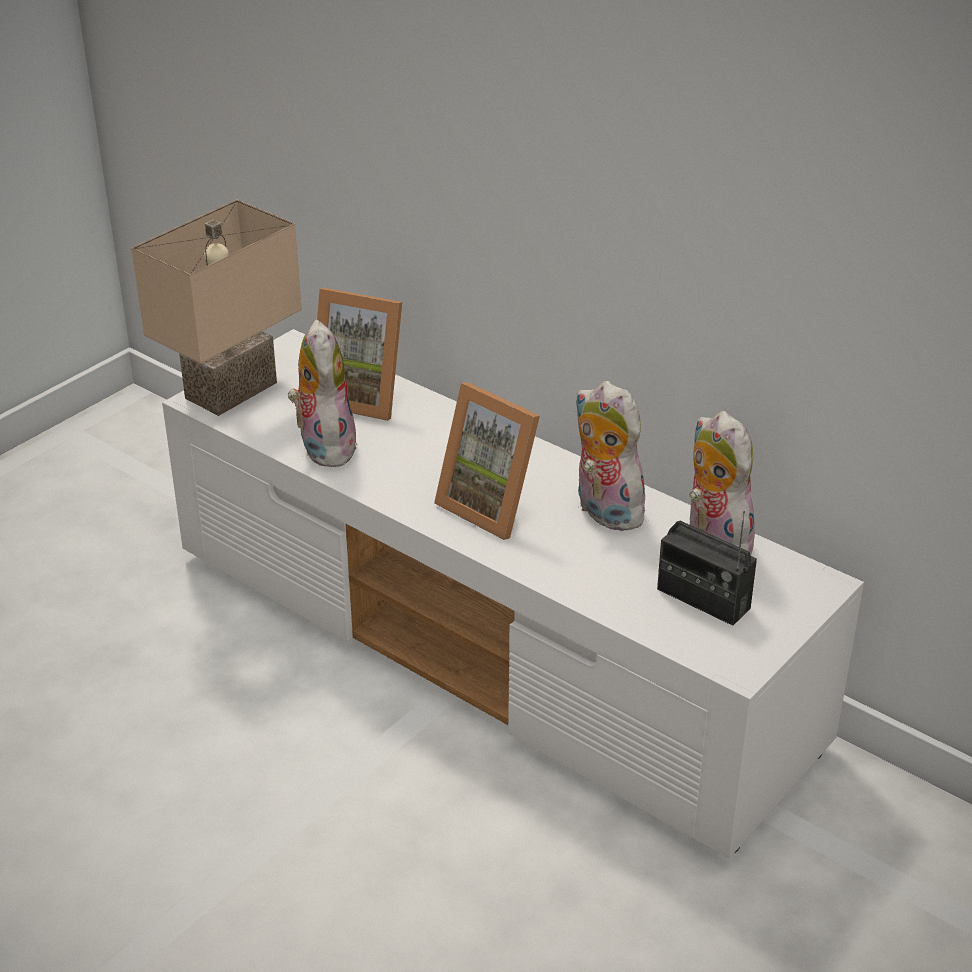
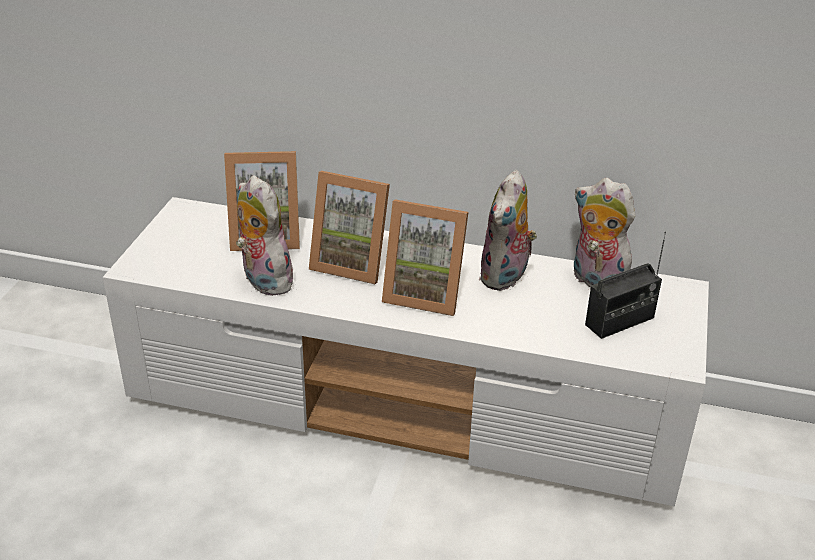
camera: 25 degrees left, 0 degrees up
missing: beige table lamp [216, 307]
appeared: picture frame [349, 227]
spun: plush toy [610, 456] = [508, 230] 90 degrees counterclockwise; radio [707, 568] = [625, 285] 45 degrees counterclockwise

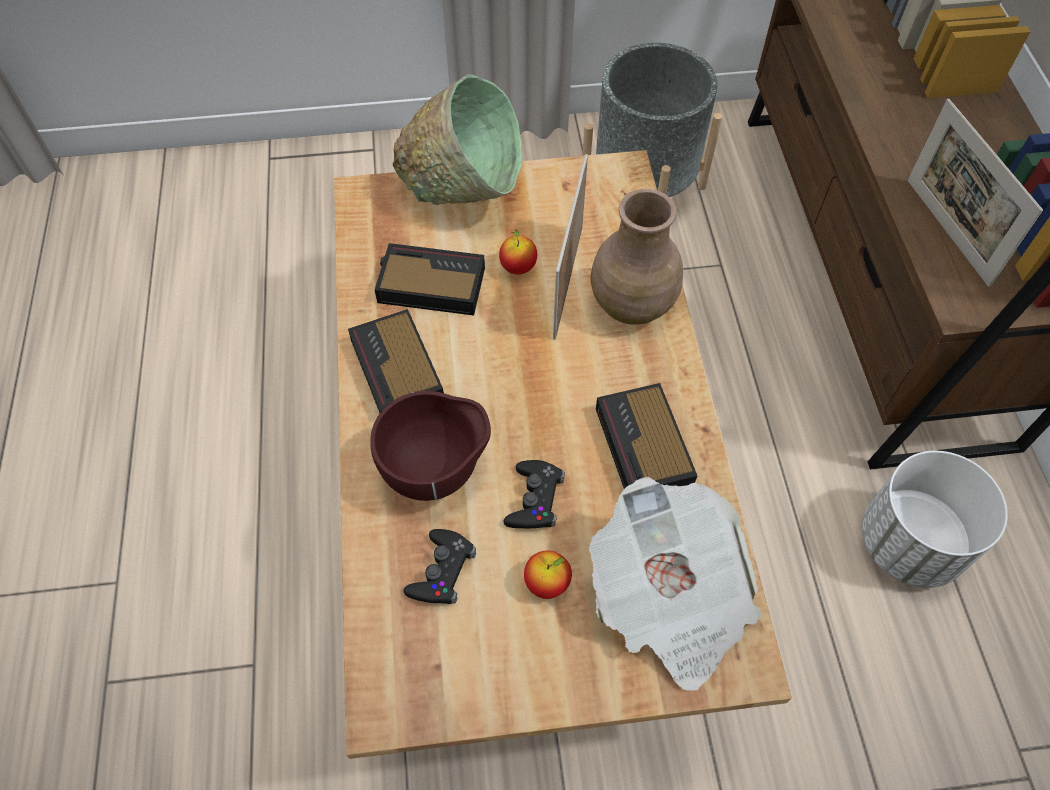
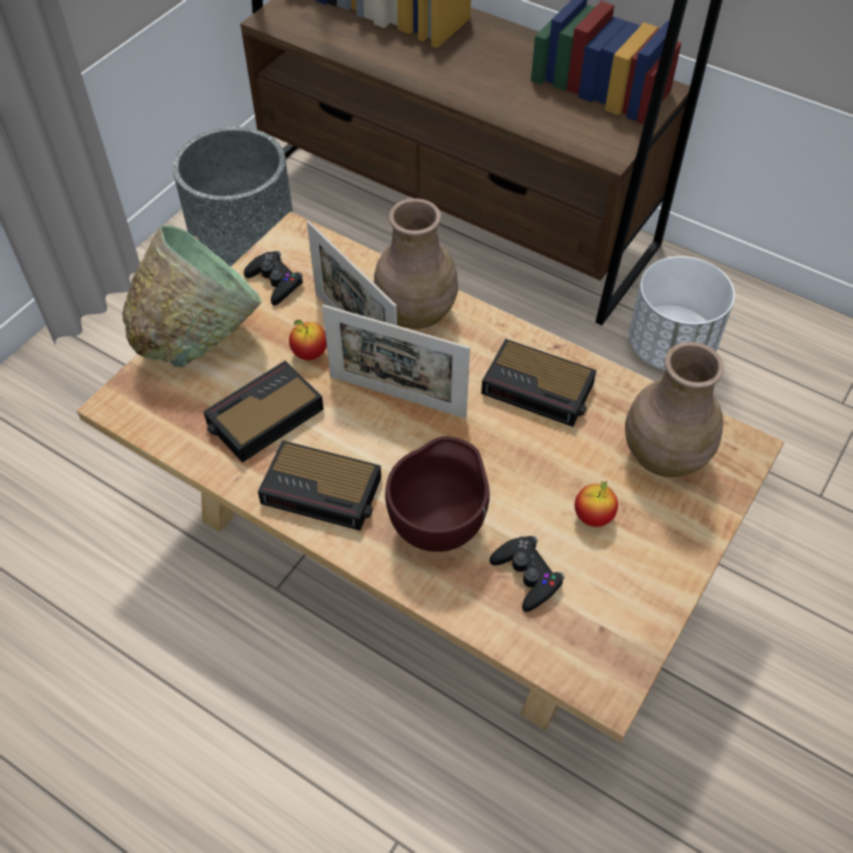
camera: 50 degrees left, 5 degrees down
relocated: black game controller [534, 494] to [273, 278]; picture frame [975, 193] to [396, 361]
exchanged: newspaper [675, 584] to brown vase [674, 409]

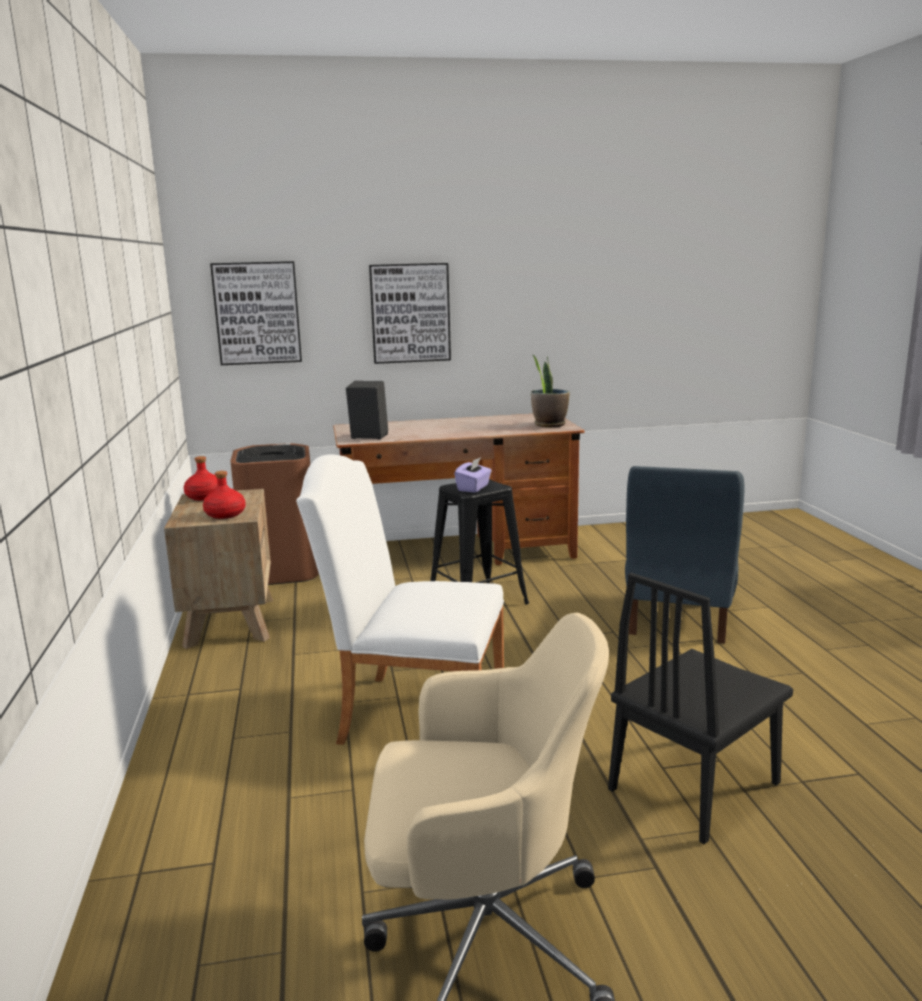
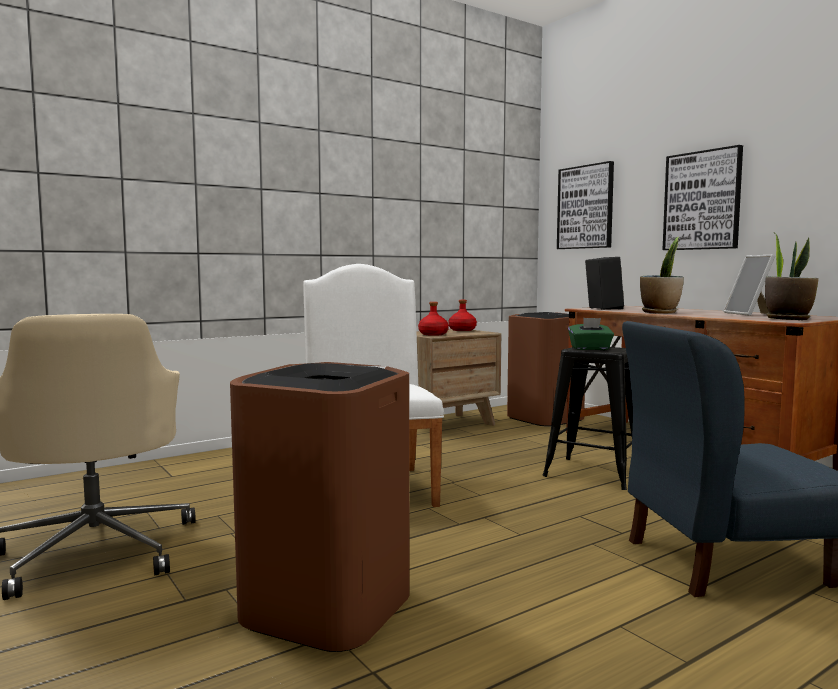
camera: 65 degrees right, 10 degrees down
appeared: potted plant [662, 275]; picture frame [749, 285]
exchanged: black chair [700, 708] to brown trash can [320, 507]
colour: purple tissue box [473, 474] to green tissue box [591, 334]

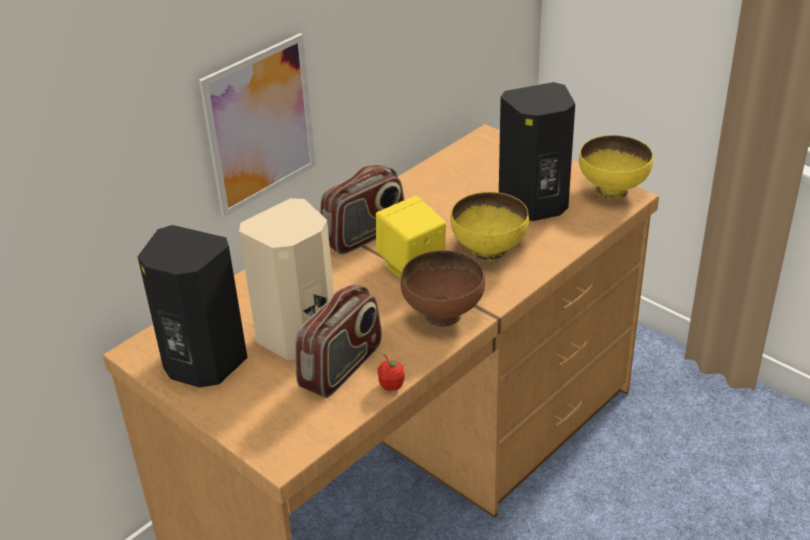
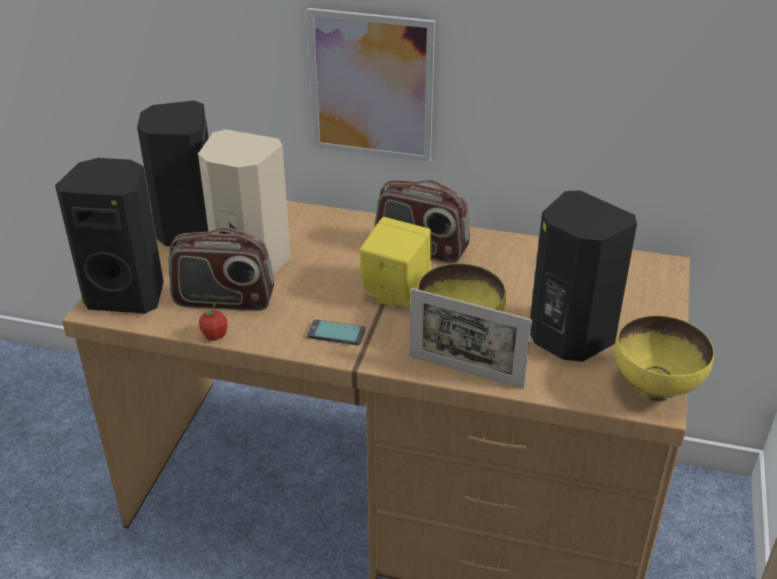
camera: 60 degrees right, 0 degrees up
appeared: black speaker [109, 236]; picture frame [471, 338]
exchanged: brown bowl [442, 288] to phone [336, 332]

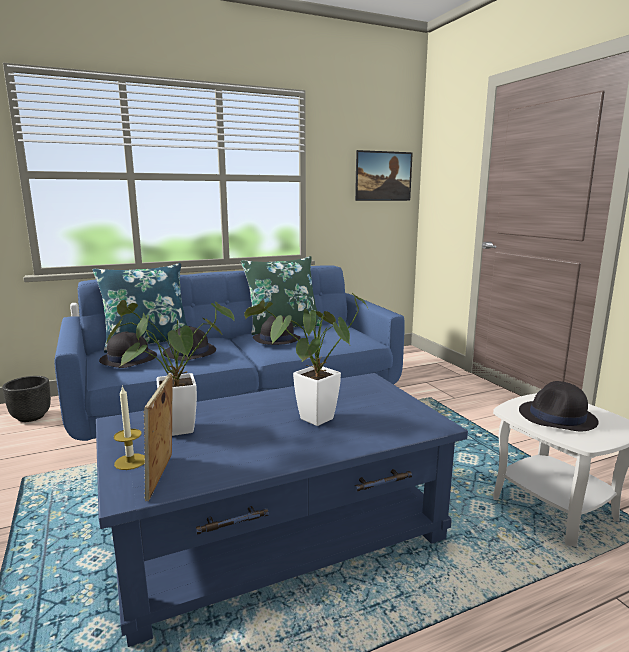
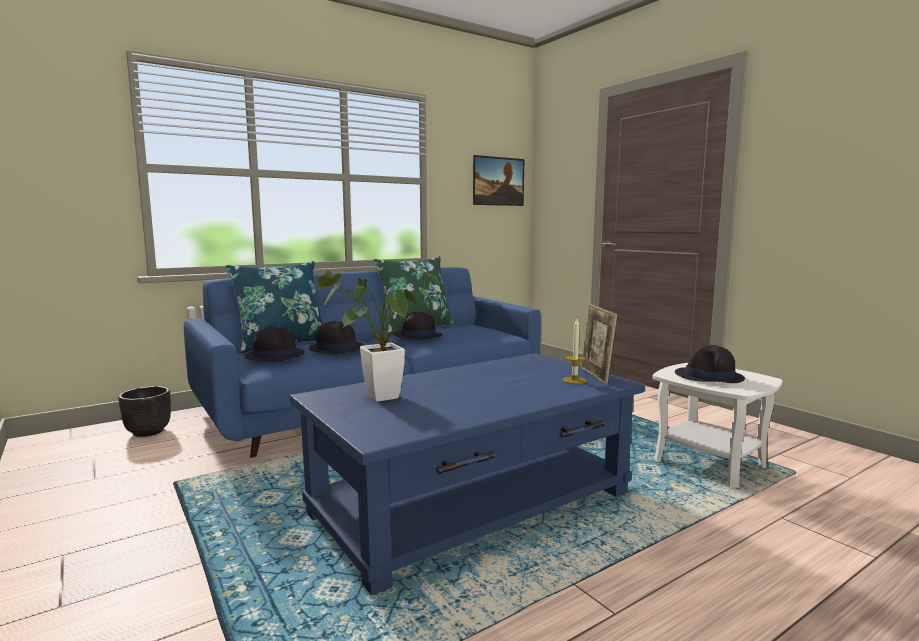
camera: 10 degrees left, 5 degrees down
missing: potted plant [306, 359]
relocated: candle [129, 427] to [575, 351]; picture frame [158, 437] to [599, 344]

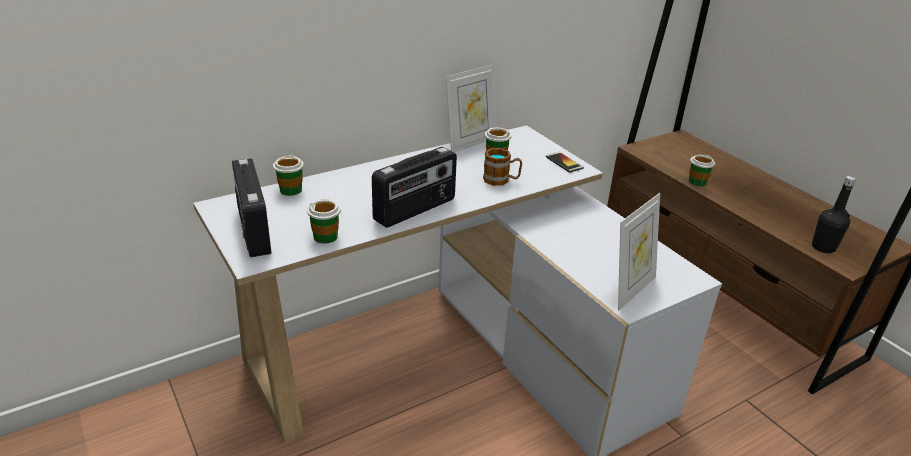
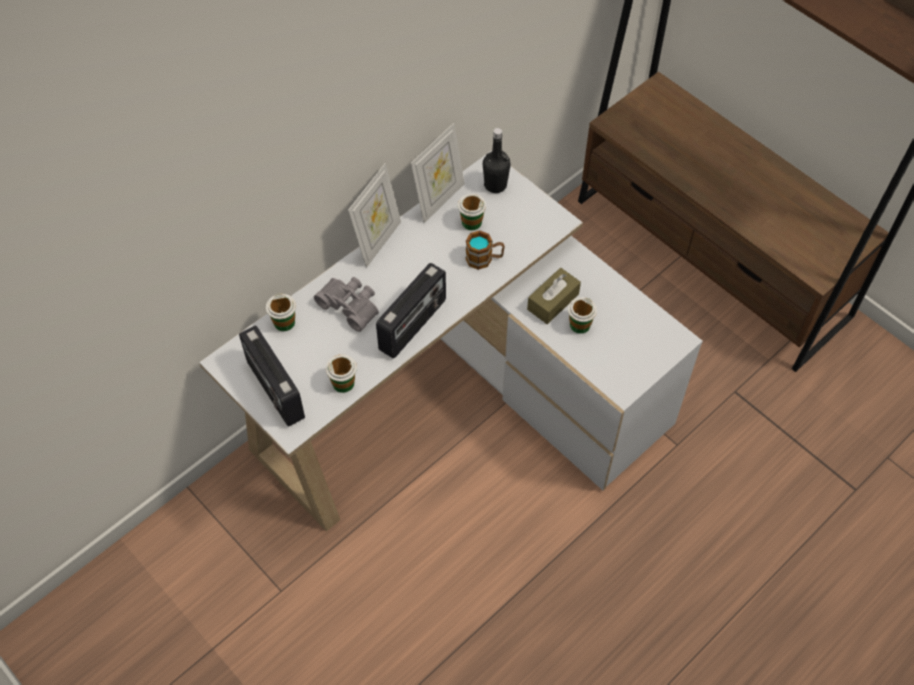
camera: 10 degrees left, 25 degrees up
missing: phone [565, 162]
appeared: grey binoculars [346, 304]; brown tissue box [554, 296]
relocated: picture frame [639, 252] to [374, 215]; black bottle [834, 214] to [497, 160]; cup [702, 170] to [582, 315]

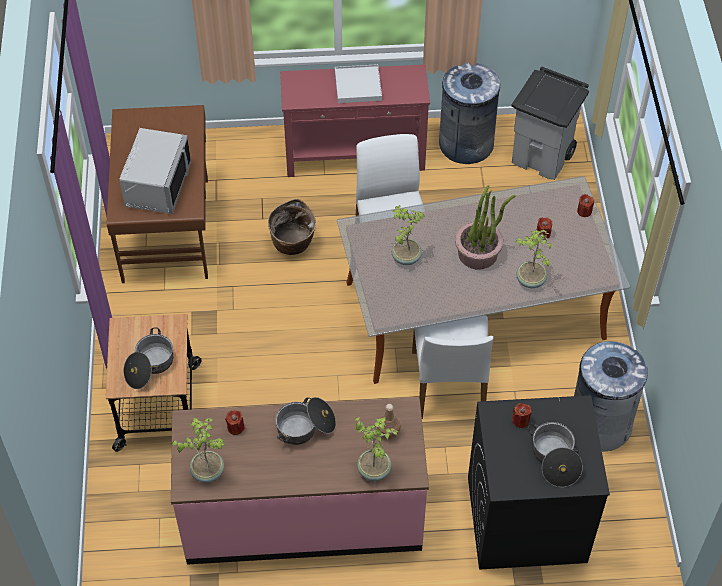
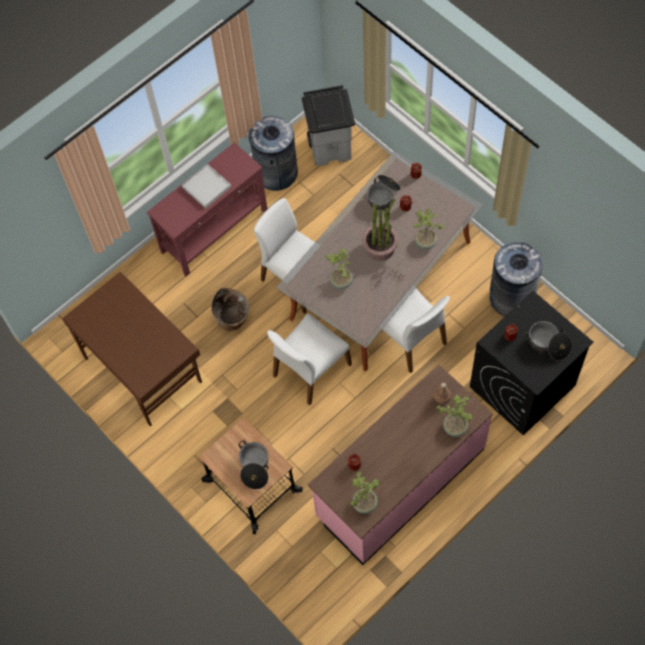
camera: 35 degrees left, 10 degrees up
missing: grey microwave [155, 171]
appeared: white chair [309, 359]
relocated: cooking pot [305, 421] to [383, 192]

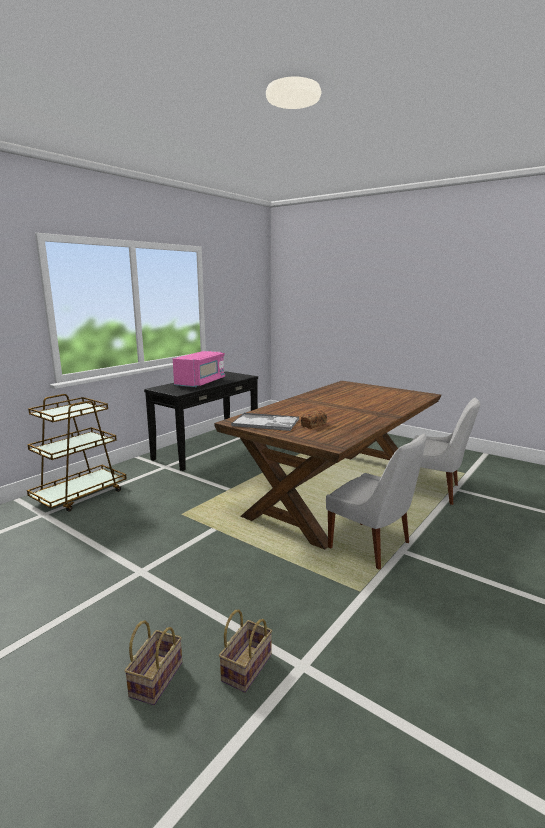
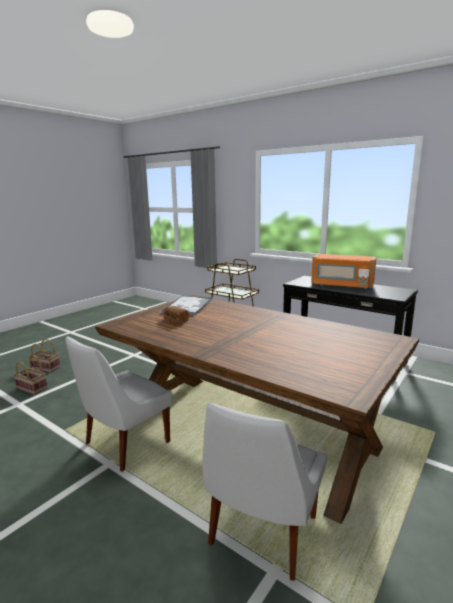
camera: 90 degrees right, 0 degrees up
colour: pink microwave [199, 369] to orange microwave [343, 271]

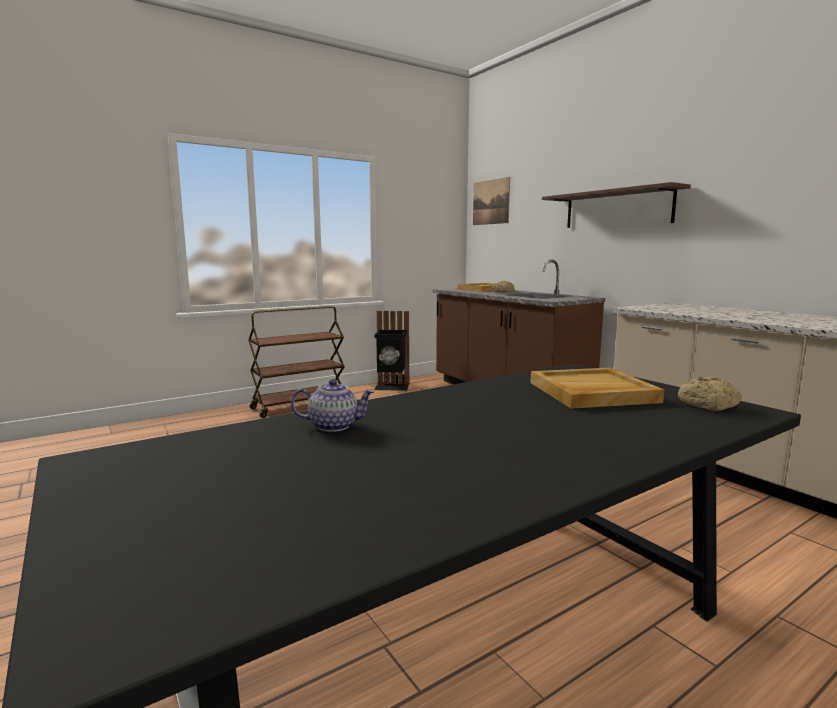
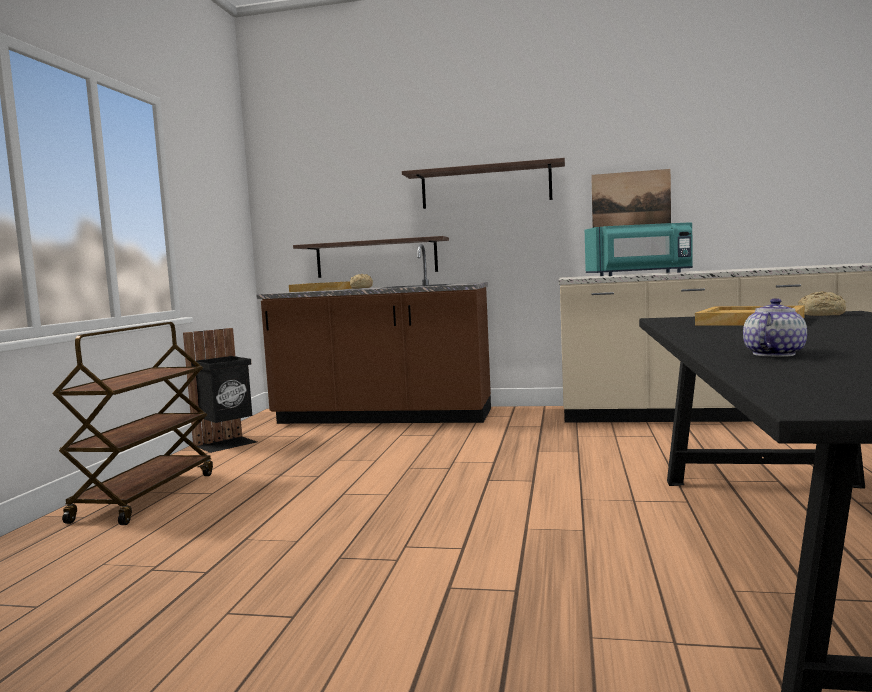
camera: 45 degrees left, 5 degrees down
appeared: shelf [371, 257]; turquoise microwave [639, 249]
relocated: picture [491, 201] to [631, 198]

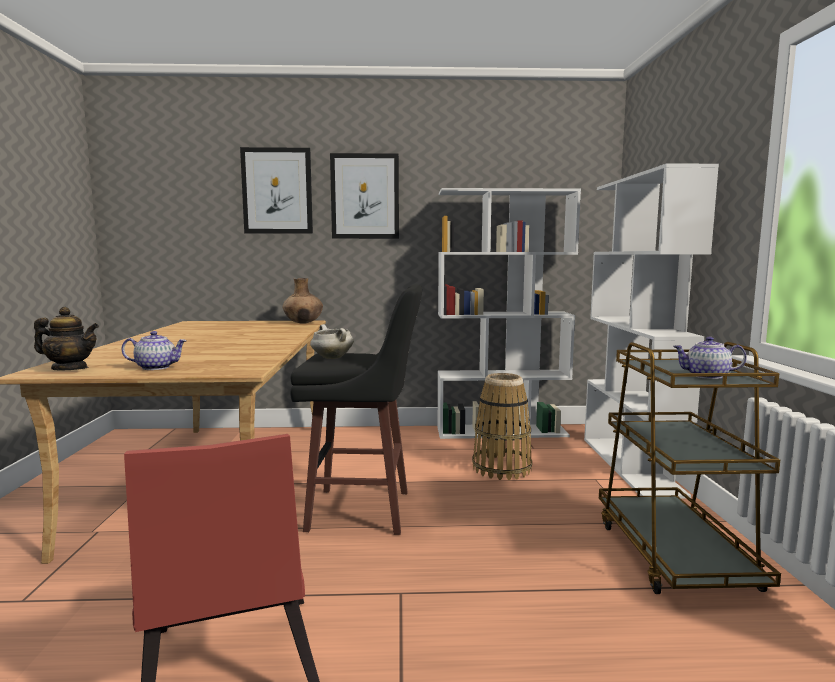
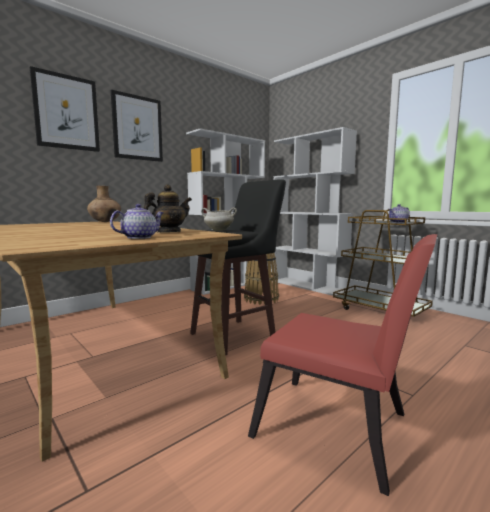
camera: 40 degrees left, 0 degrees up
relocated: teapot [66, 338] to [168, 208]

